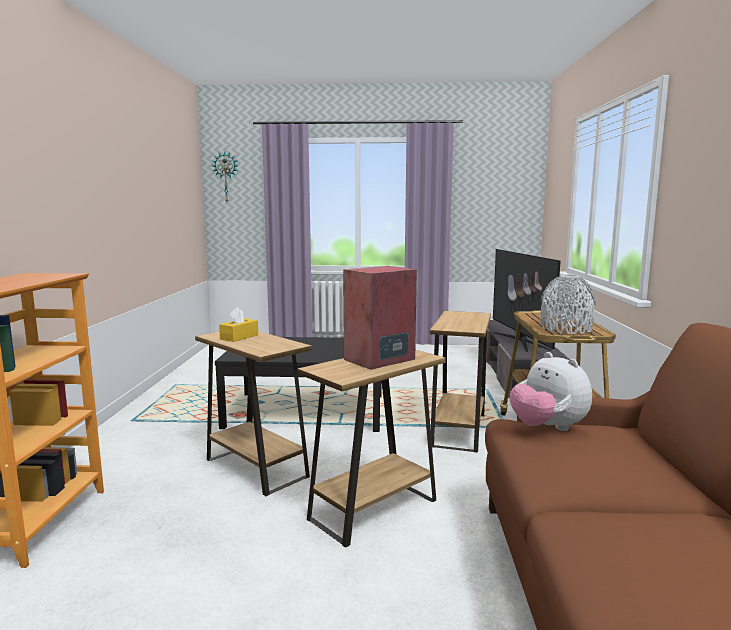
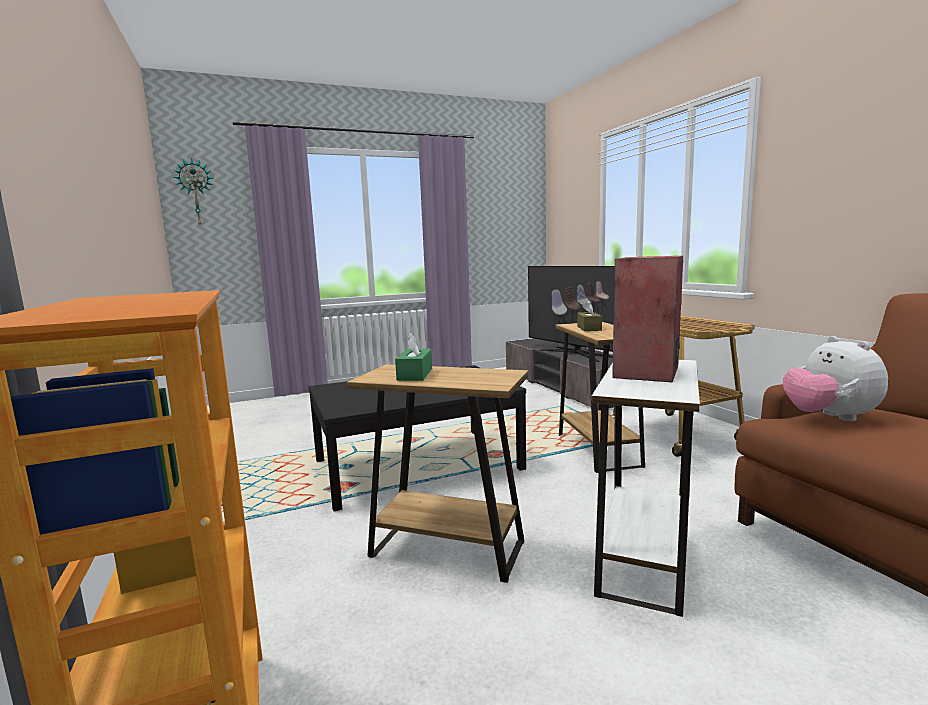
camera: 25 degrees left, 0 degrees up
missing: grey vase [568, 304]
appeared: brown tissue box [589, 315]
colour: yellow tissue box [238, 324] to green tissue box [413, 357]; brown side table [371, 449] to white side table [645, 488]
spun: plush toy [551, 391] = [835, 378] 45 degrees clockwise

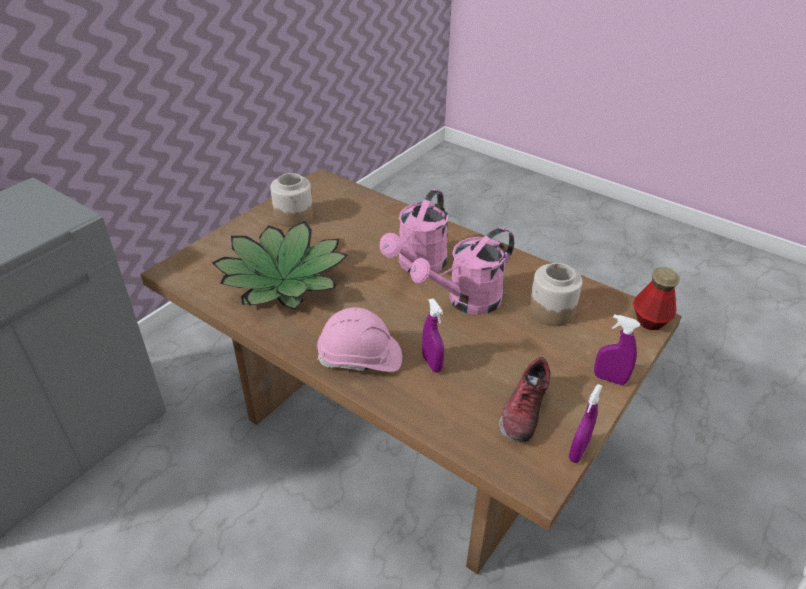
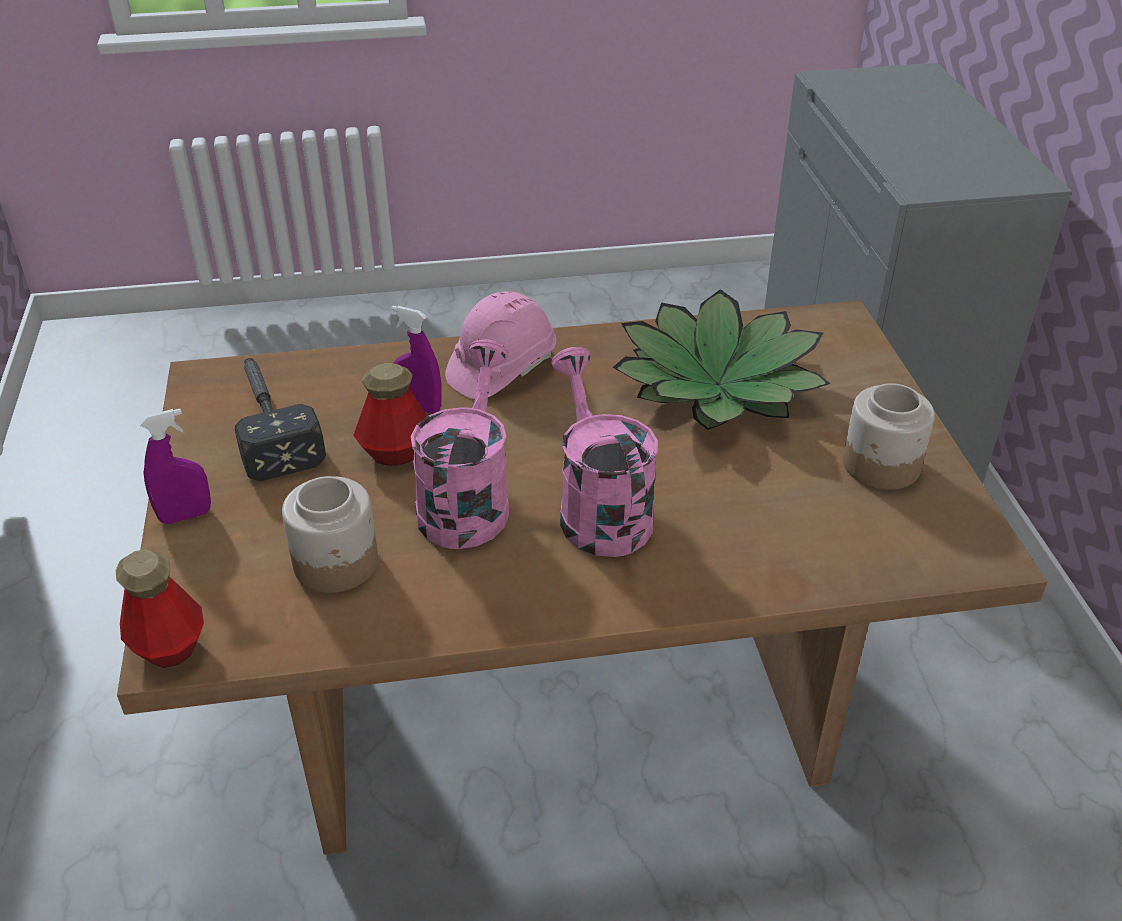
camera: 135 degrees right, 0 degrees up
missing: purple spray bottle [586, 423]
appeared: bottle [390, 414]
exchanged: shoe [524, 400] to hammer [280, 419]

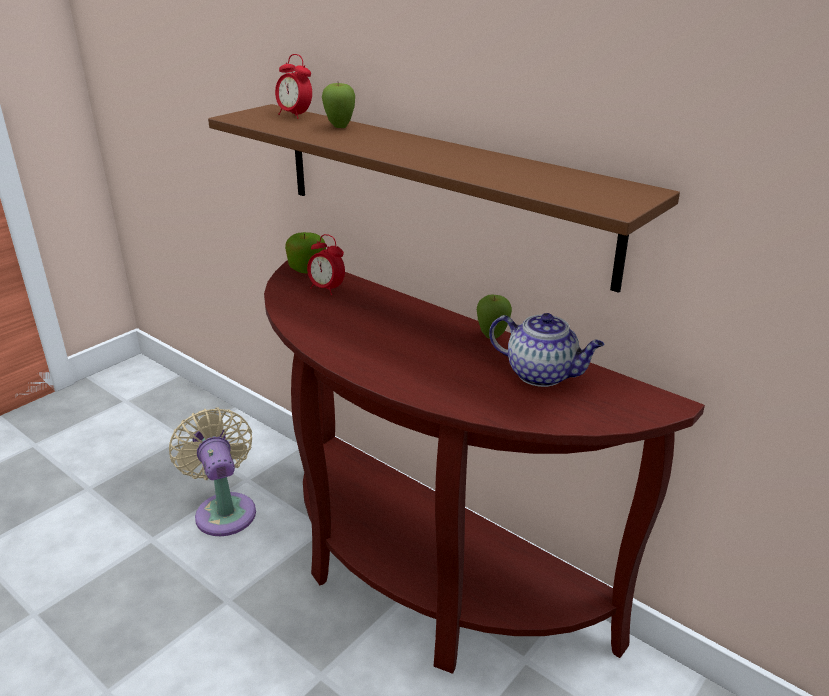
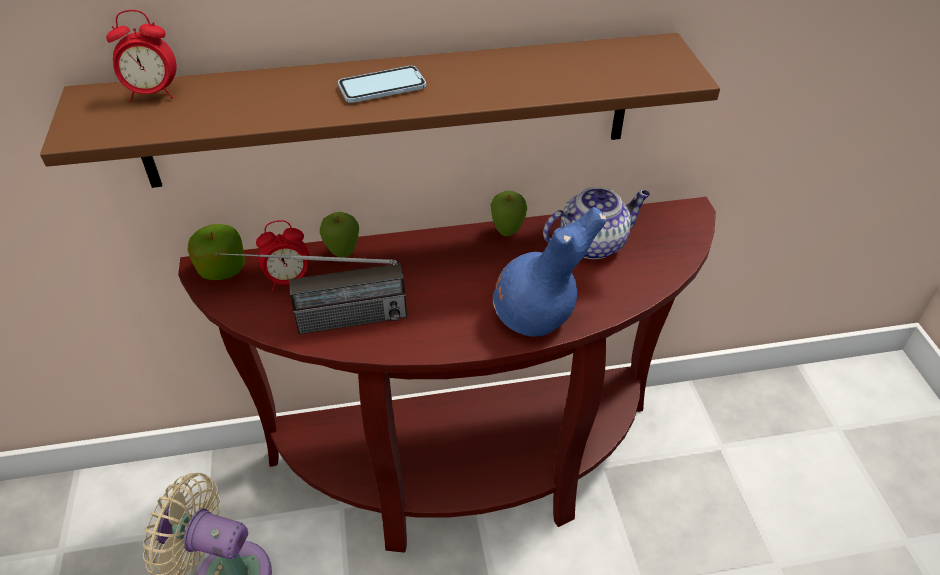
camera: 50 degrees left, 15 degrees up
appeared: radio [311, 293]; phone [382, 84]; blue vase [550, 272]
relocated: apple [338, 105] to [339, 235]

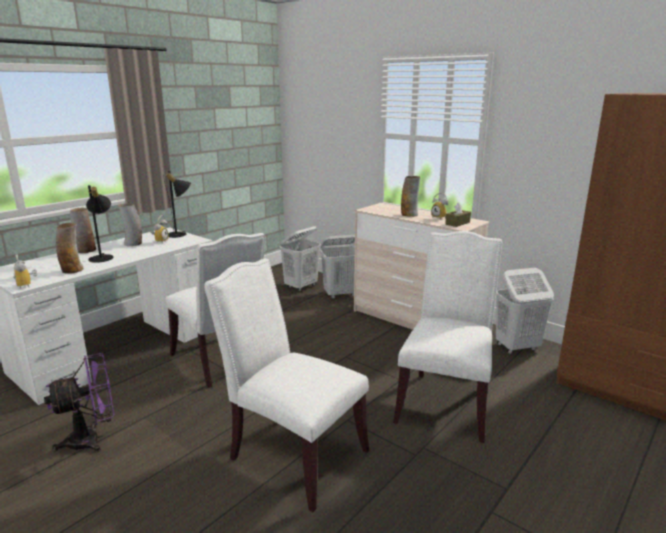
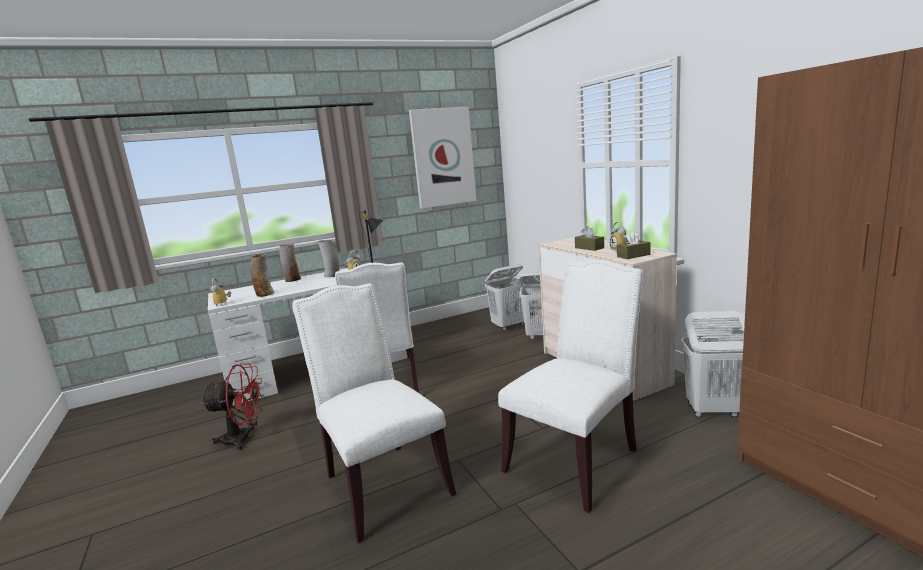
camera: 25 degrees right, 5 degrees down
missing: black table lamp [99, 224]
appeared: picture [443, 158]
exchanged: vase [410, 196] to brown tissue box [589, 238]
colour: purple fan [79, 403] to red fan [232, 407]

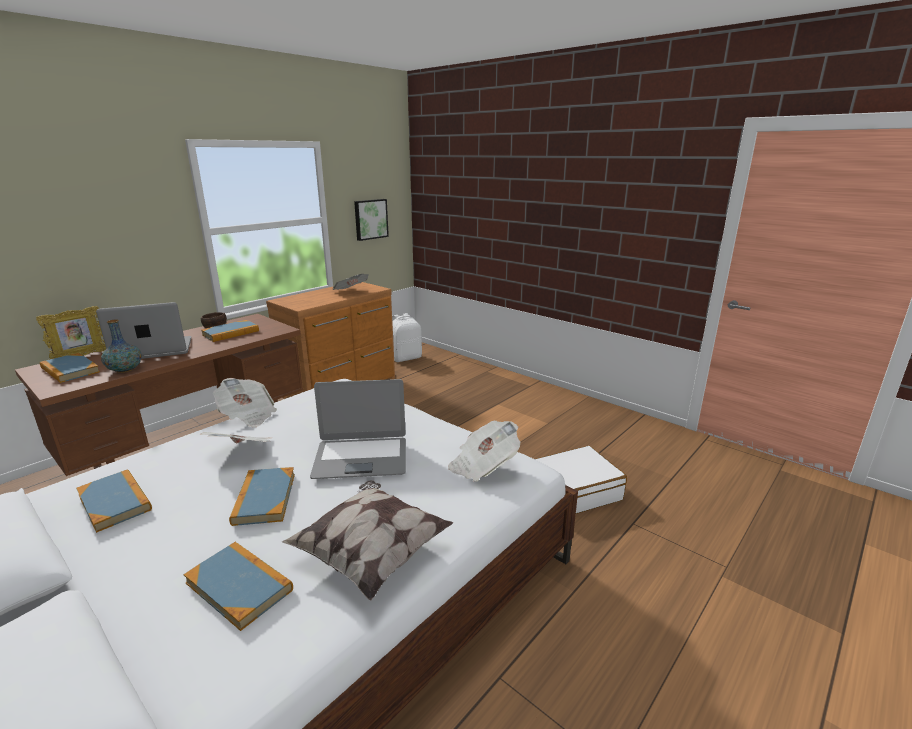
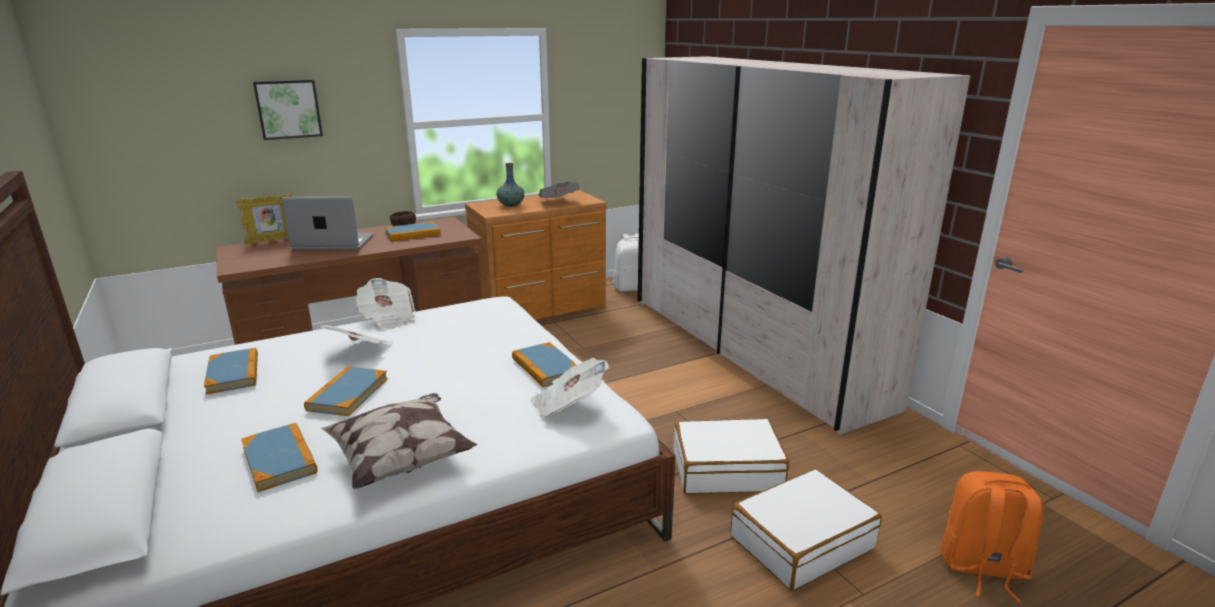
camera: 20 degrees right, 0 degrees up
missing: laptop [358, 429]
appeared: white wardrobe [804, 245]; white suitcase [806, 530]; orange backpack [992, 536]
relocated: picture [371, 220] to [288, 110]; vase [121, 346] to [510, 185]; book [70, 368] to [544, 364]

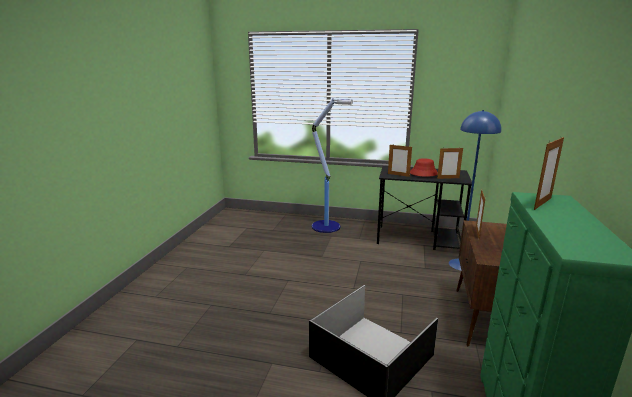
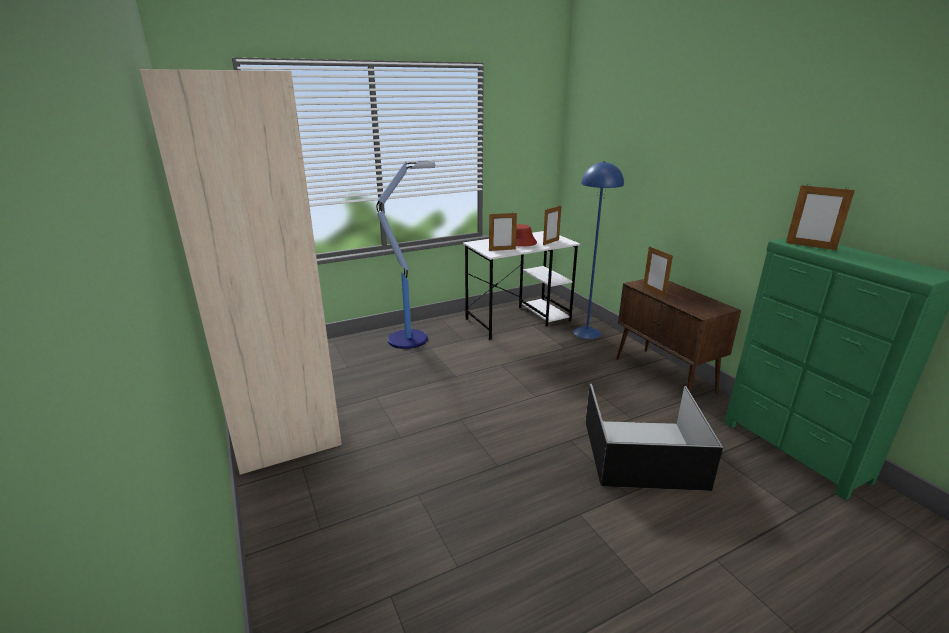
camera: 40 degrees left, 5 degrees up
appeared: beige wardrobe [241, 272]
colour: black desk [424, 208] to white desk [521, 285]
spun: picture frame [549, 173] = [820, 217] 120 degrees clockwise

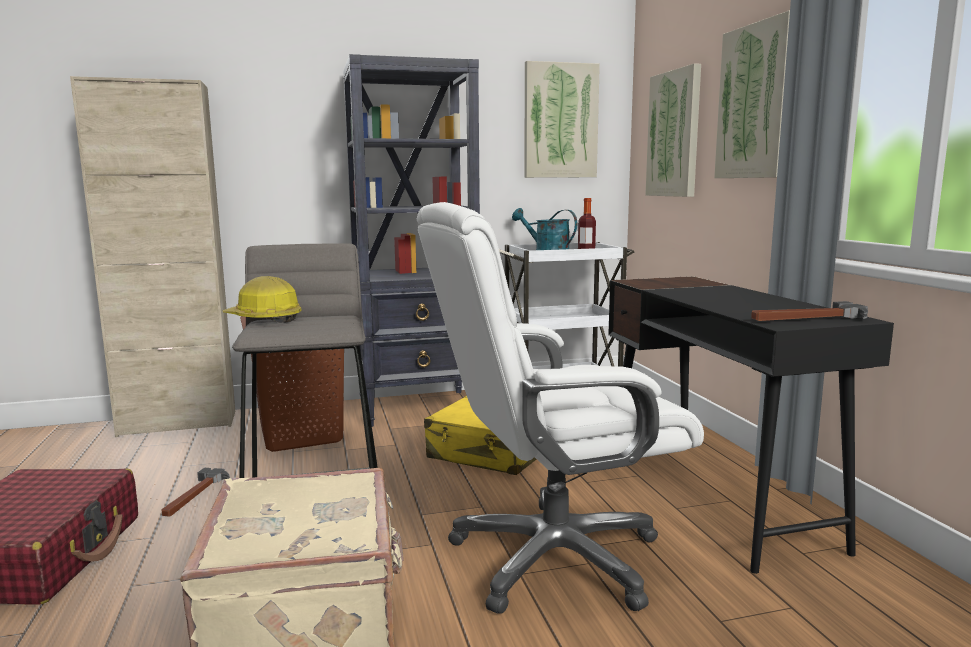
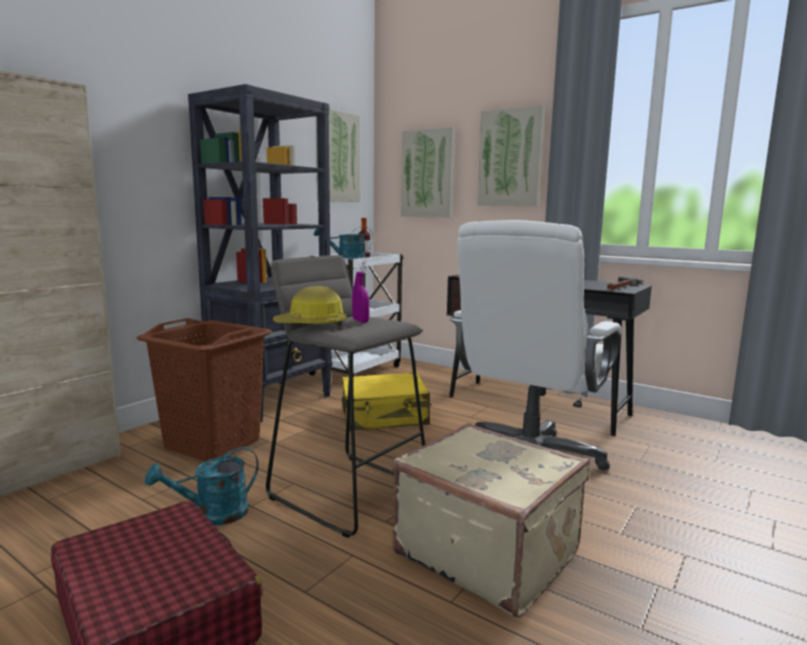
camera: 40 degrees left, 0 degrees up
appeared: purple spray bottle [361, 291]
exchanged: hammer [195, 492] to turquoise watering can [202, 486]

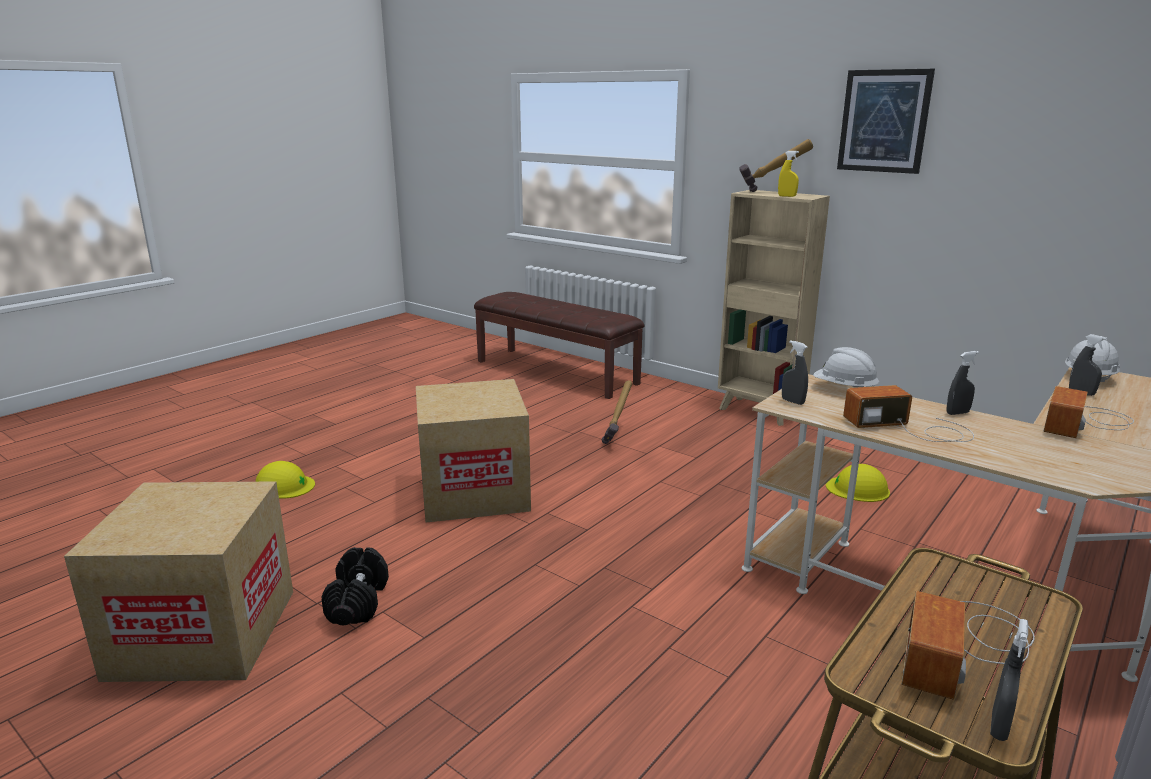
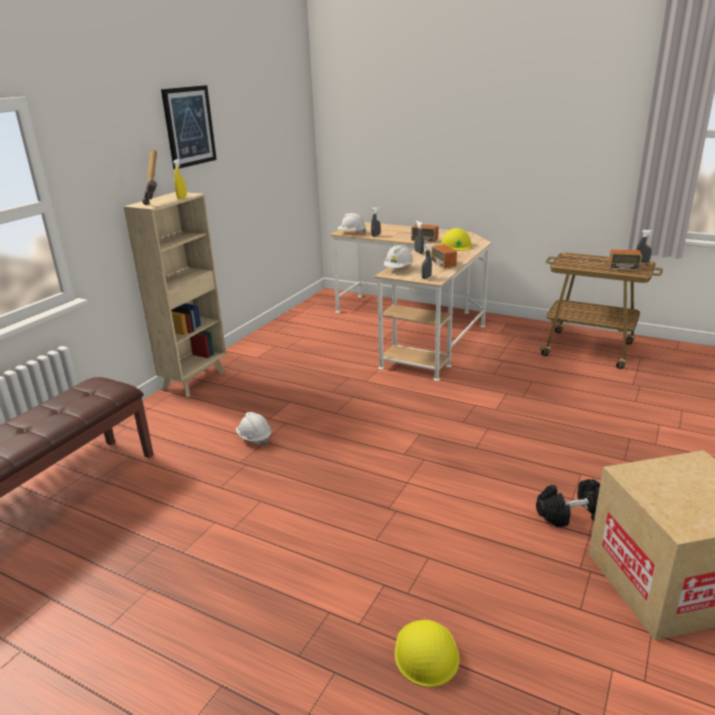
camera: 100 degrees left, 5 degrees up
missing: cardboard box [473, 450]
relocated: yellow hard hat [858, 483] to [456, 239]
exchanged: hammer [617, 412] to white hard hat [253, 429]

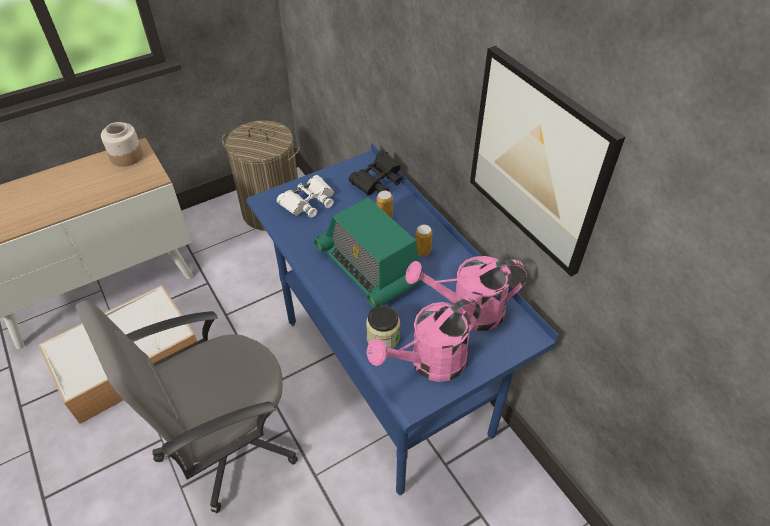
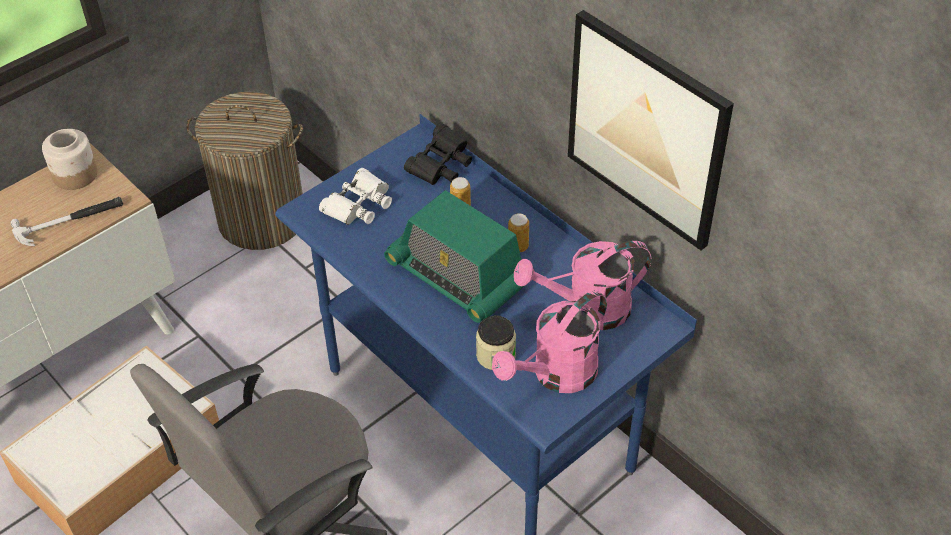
camera: 10 degrees left, 0 degrees up
appeared: hammer [66, 221]

